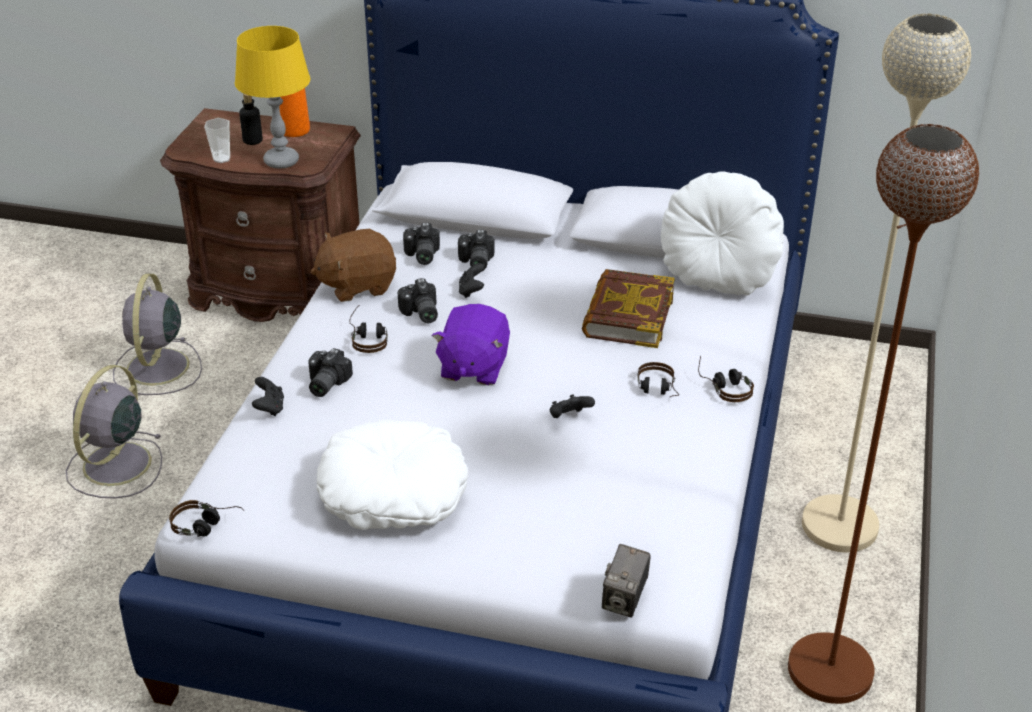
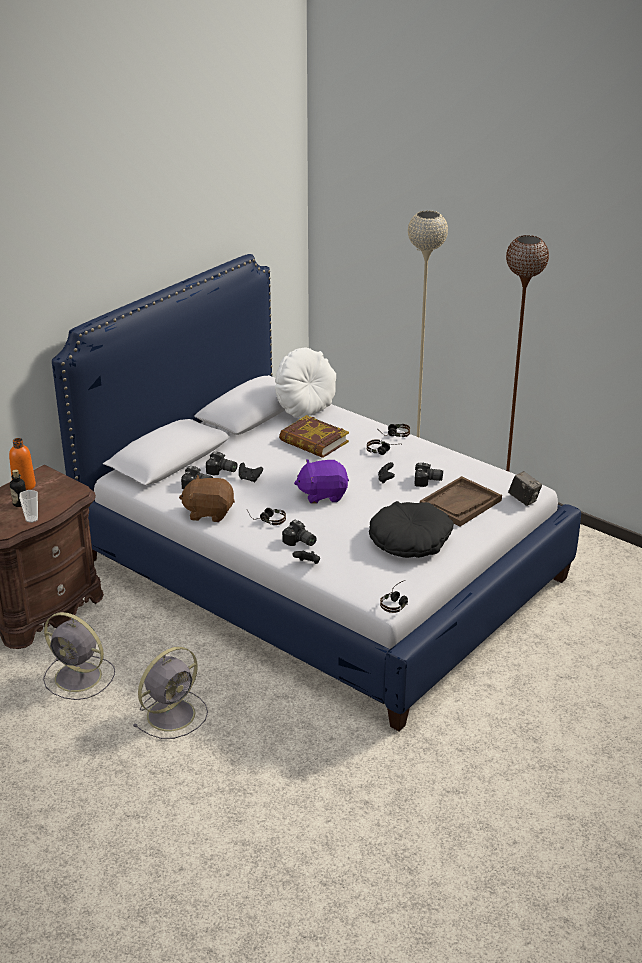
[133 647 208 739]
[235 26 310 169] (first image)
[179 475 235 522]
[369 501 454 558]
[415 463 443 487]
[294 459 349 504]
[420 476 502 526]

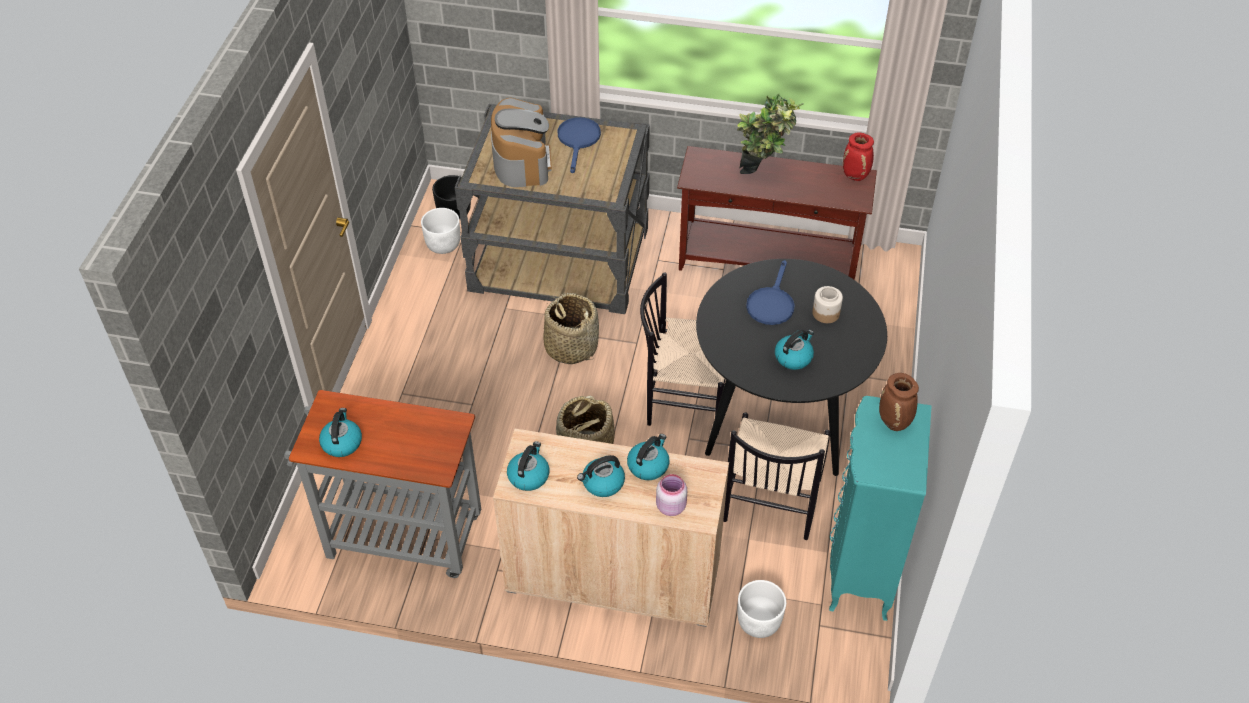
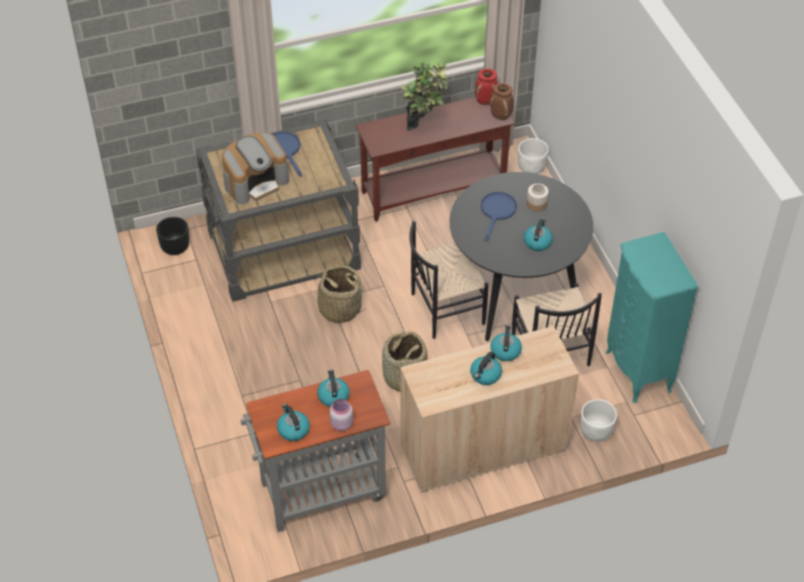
[518 138 549 174]
[222 132 289 204]
[317 369 350 407]
[329 399 353 431]
[481 192 517 241]
[490 83 514 120]

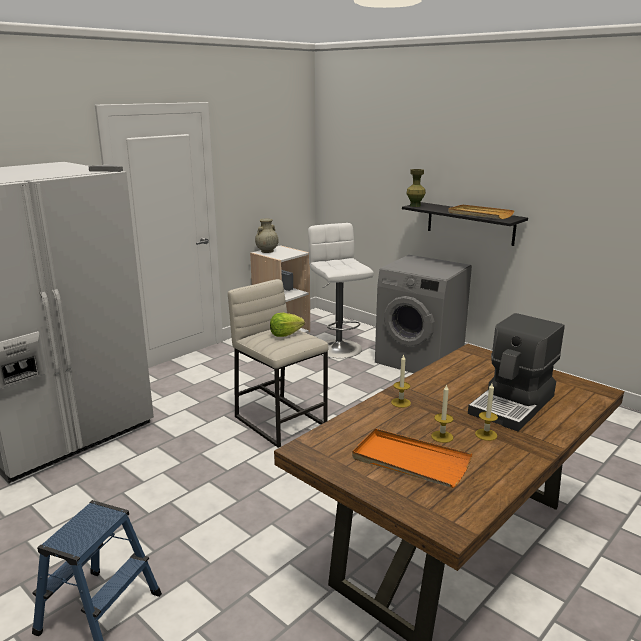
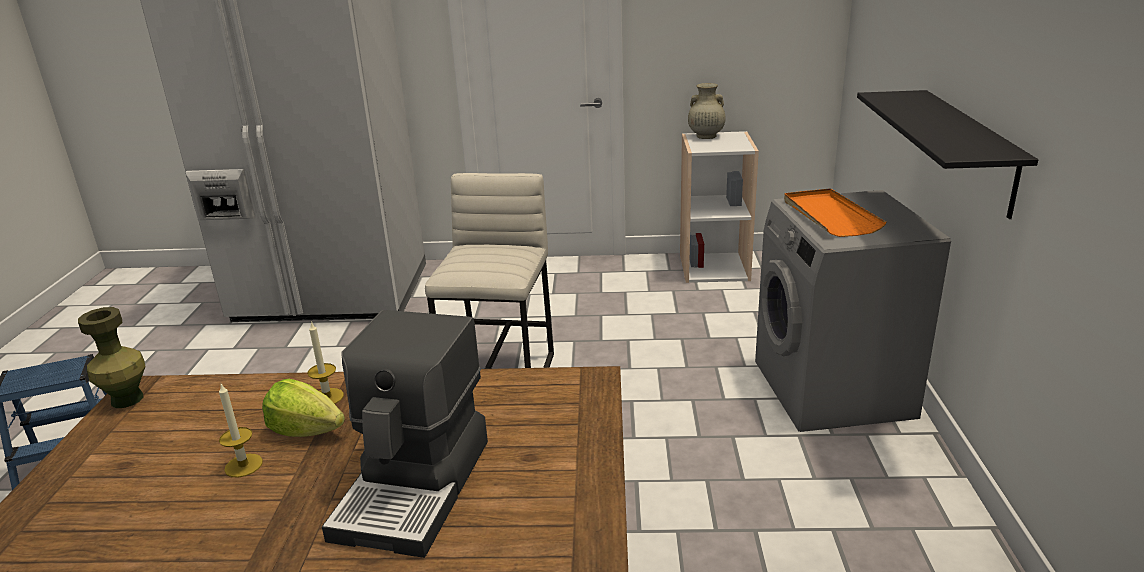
[262 379 345 437]
[308 223 374 358] (first image)
[784 188 887 237]
[78 307 145 408]
[448 205 515 219] (first image)
[322 310 488 558]
[475 383 498 441] (first image)

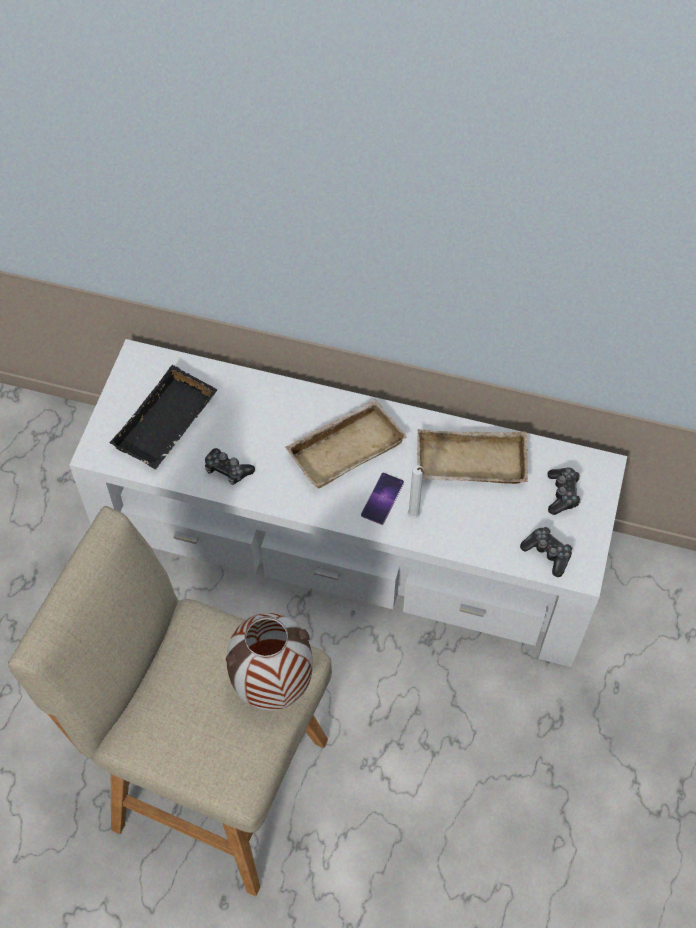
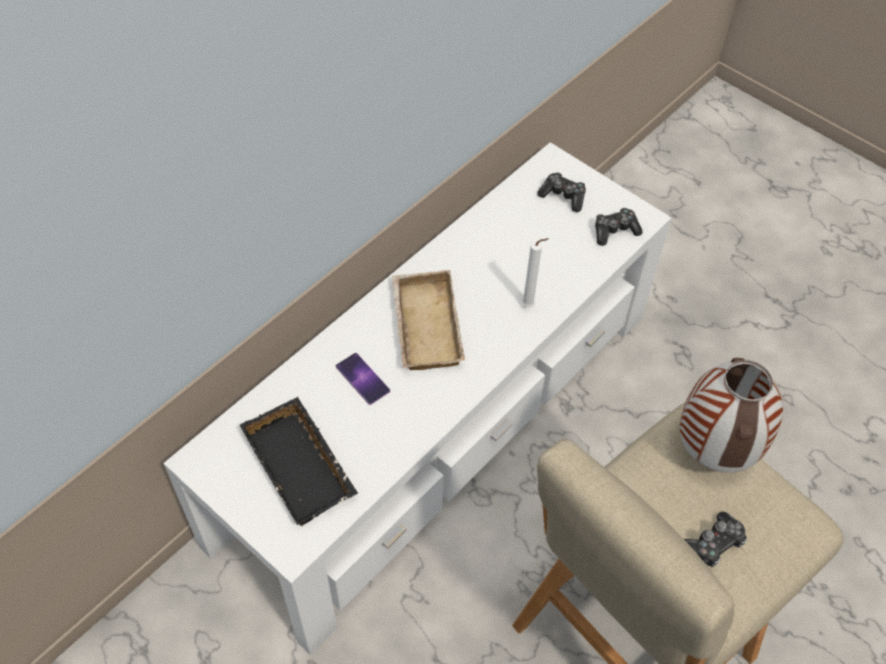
[684 511 747 567]
[336 353 390 405]
[417 429 528 484] (first image)

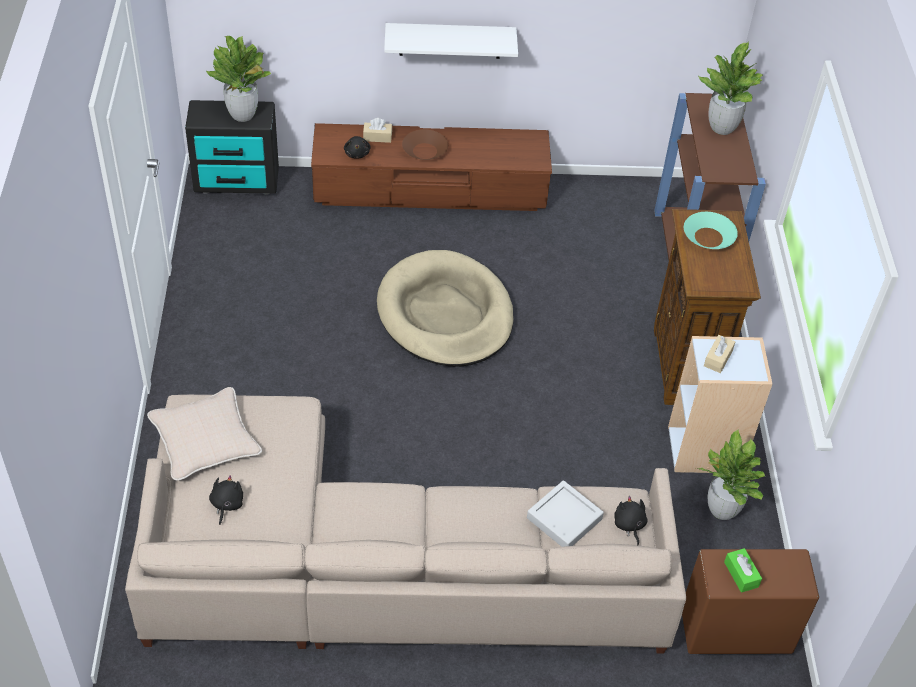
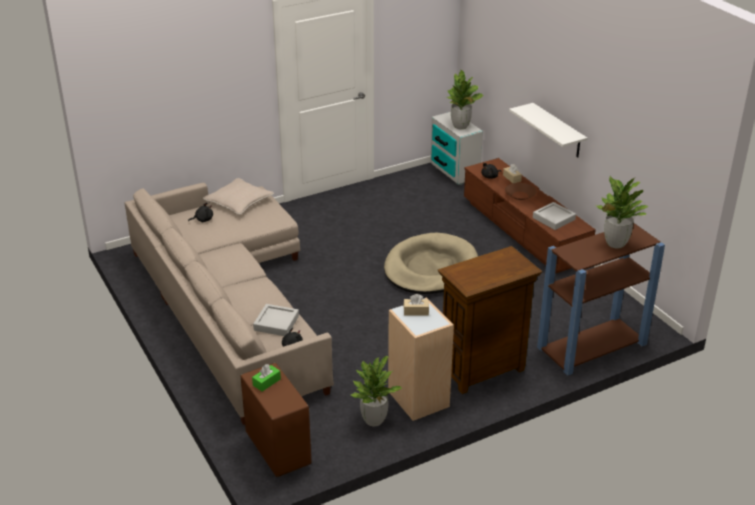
[431 112 483 185]
[684 212 738 249] (first image)
[533 202 576 230]

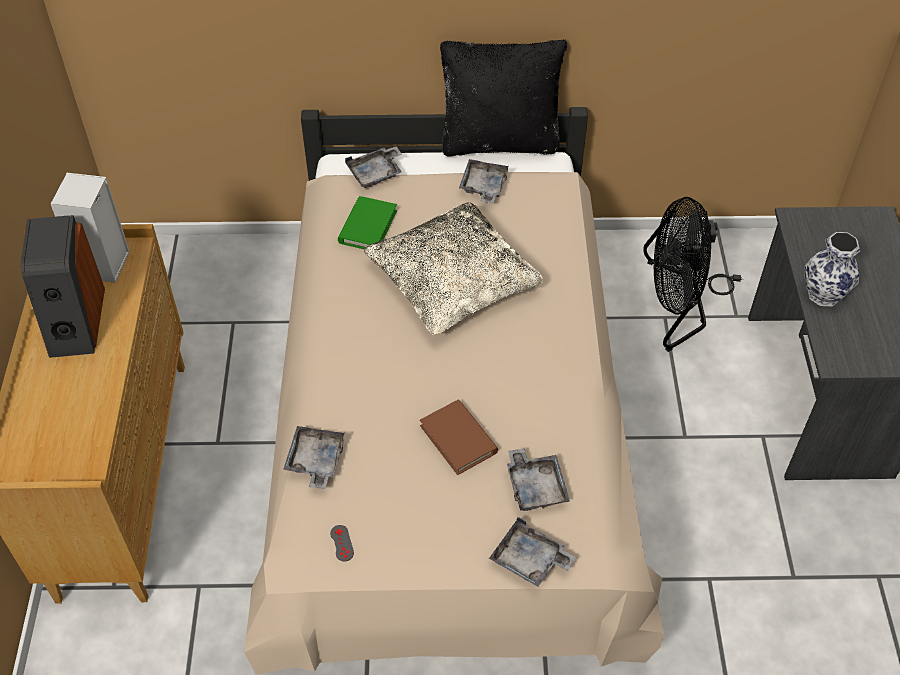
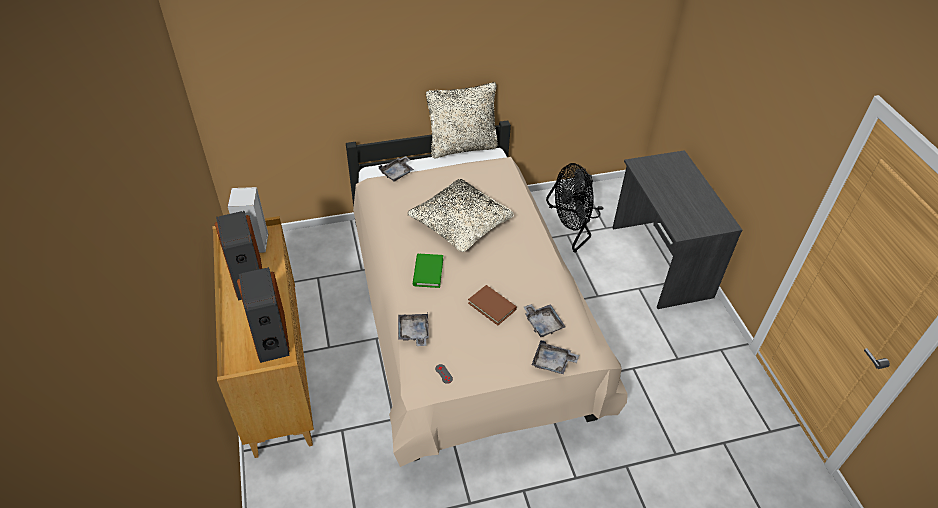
[413 254 443 288]
[426 82 498 158]
[459 159 509 203] (first image)
[804 232 860 306] (first image)
[237 267 290 363]

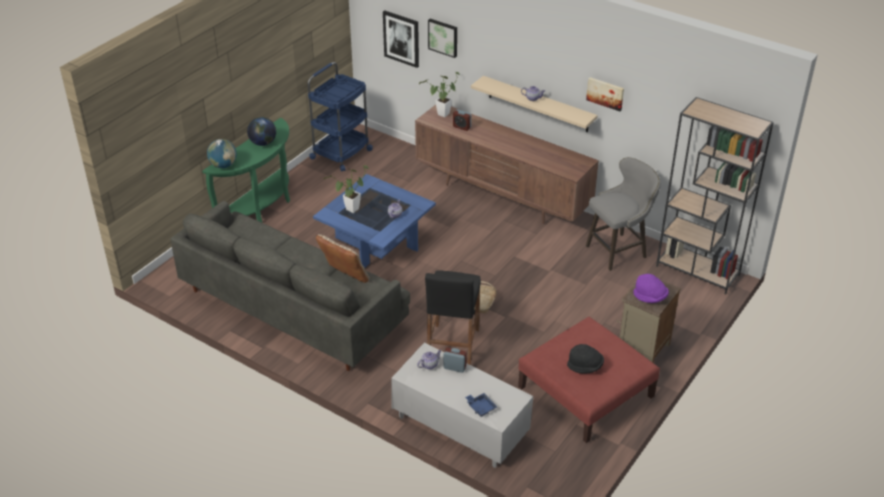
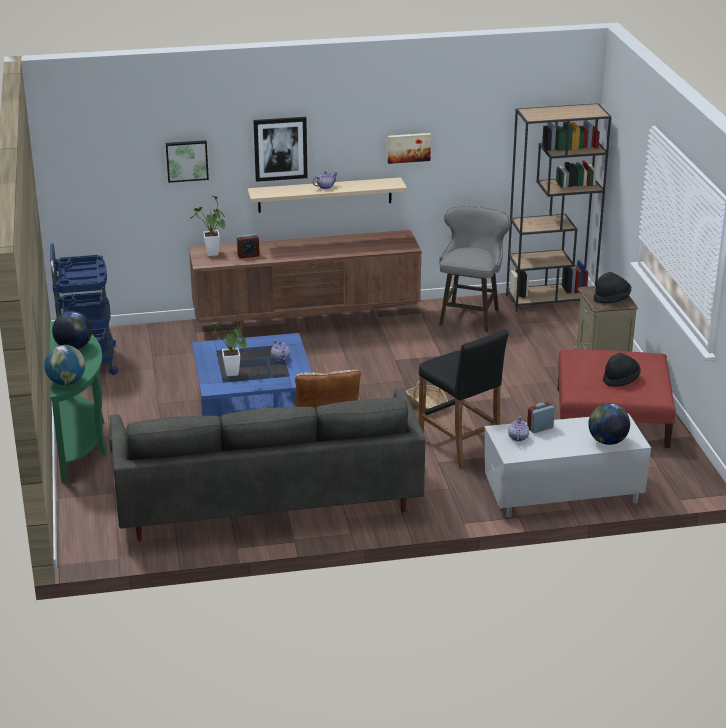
[253 117 308 182]
[588 404 630 445]
[593 272 631 303]

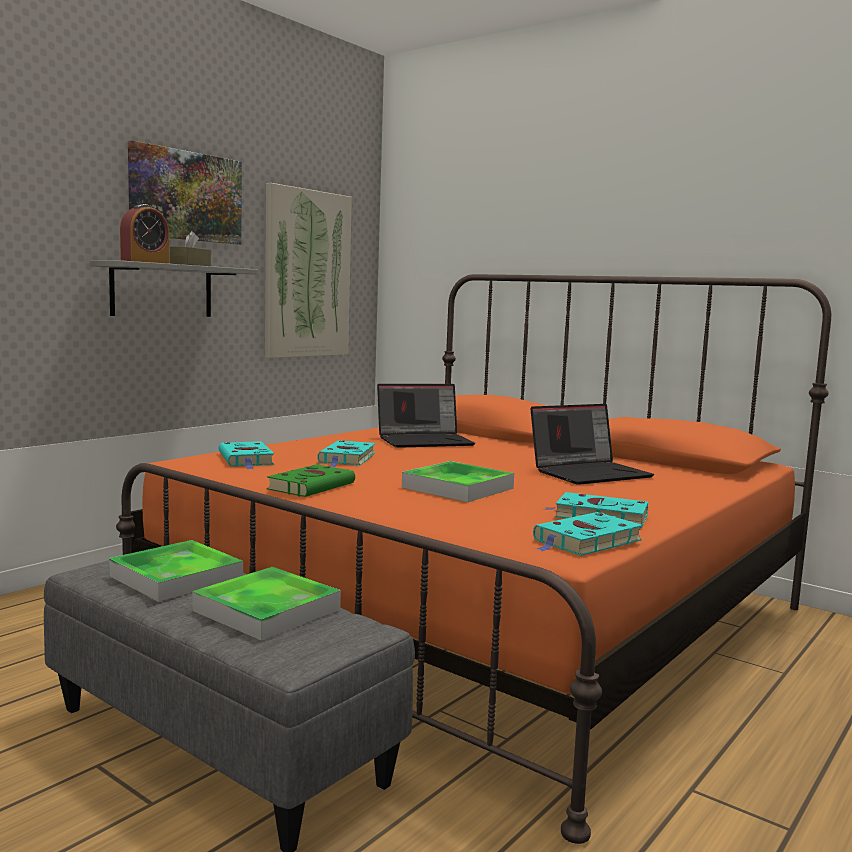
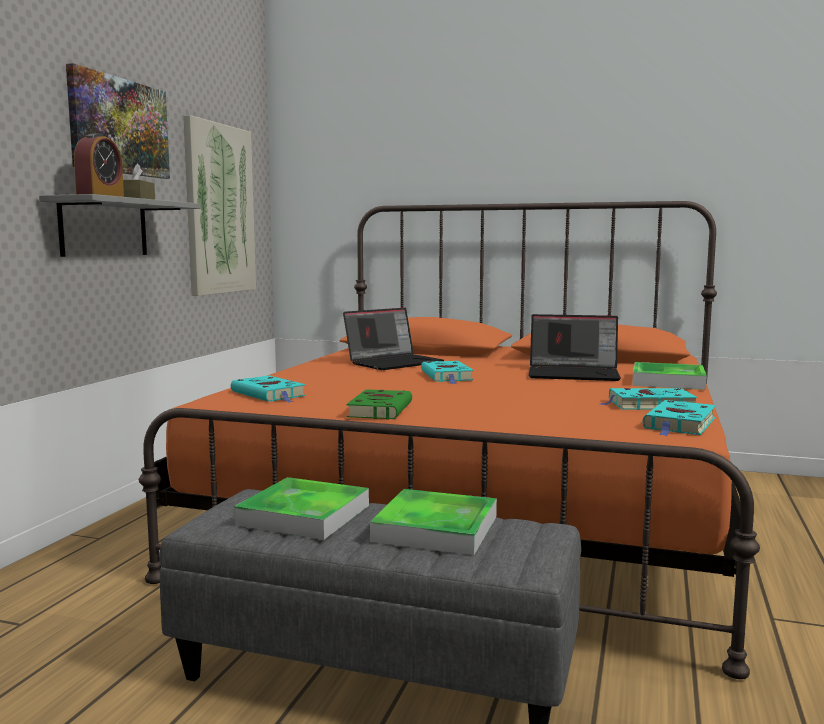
[421 361 474 384]
[632 362 707 390]
[528 314 621 381]

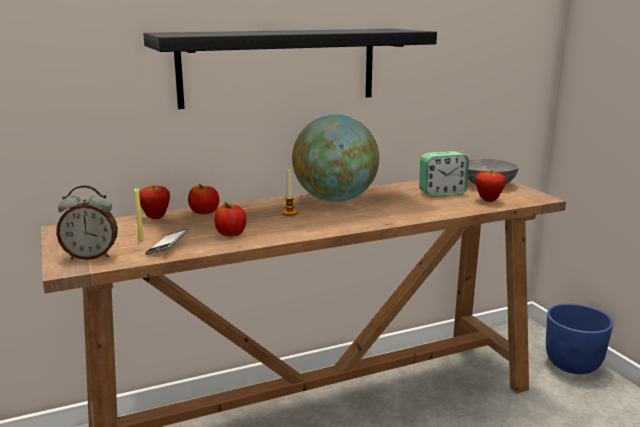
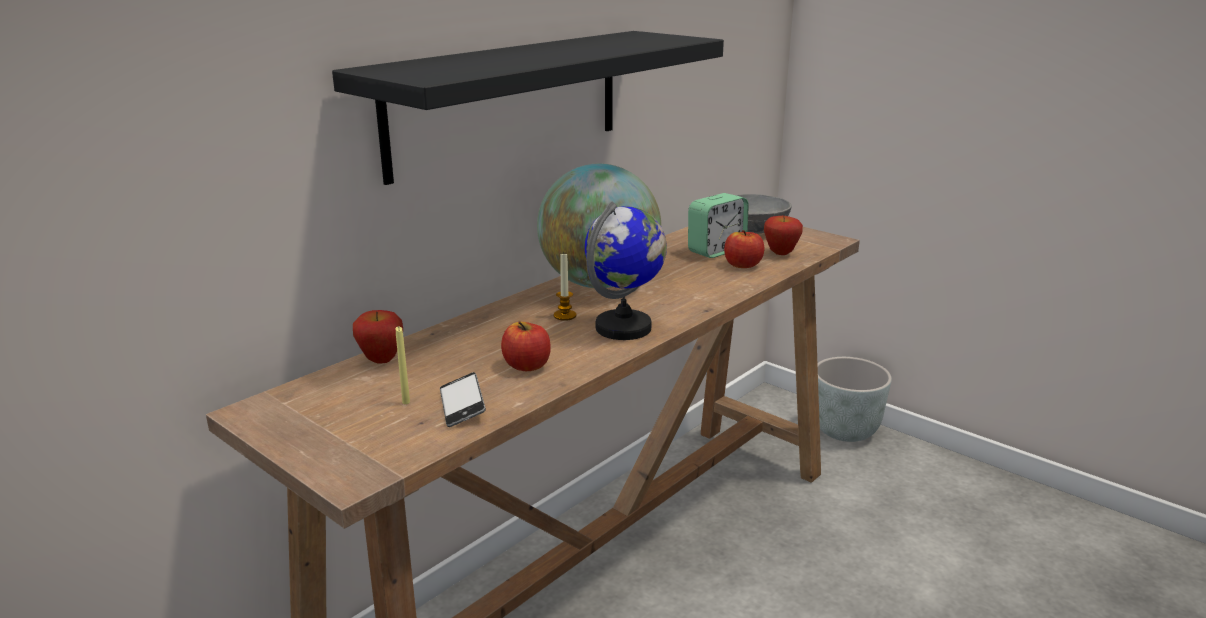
[56 185 118 260] (first image)
[724 230 765 268]
[817 357 892 442]
[585 201 667 340]

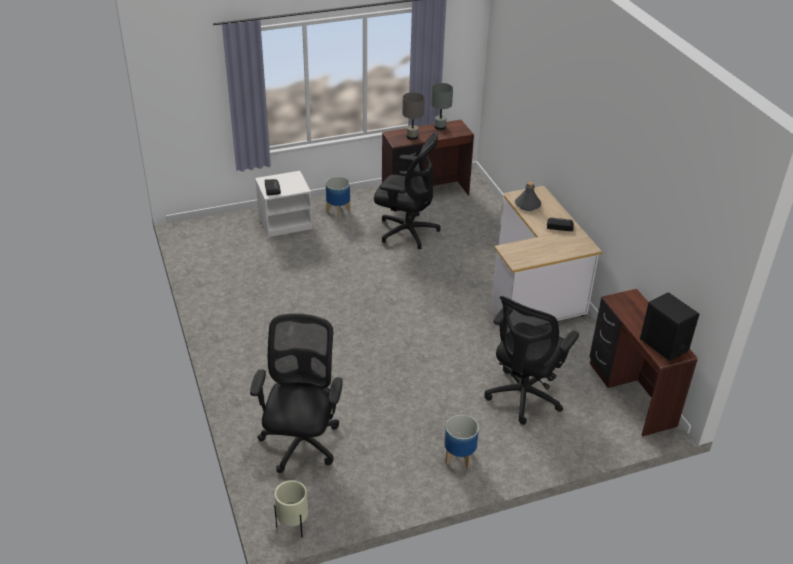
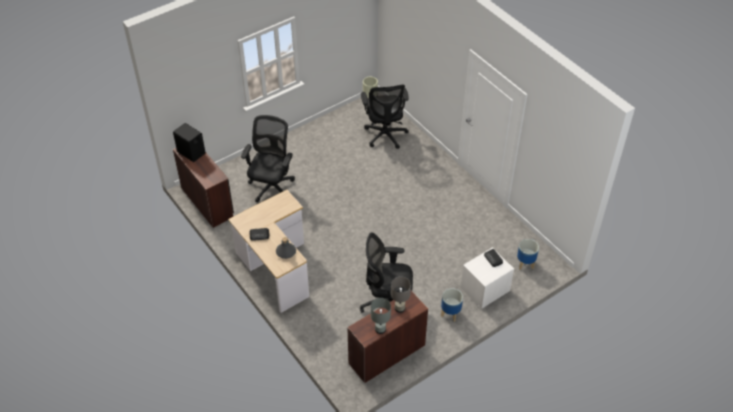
[517 239 539 269]

